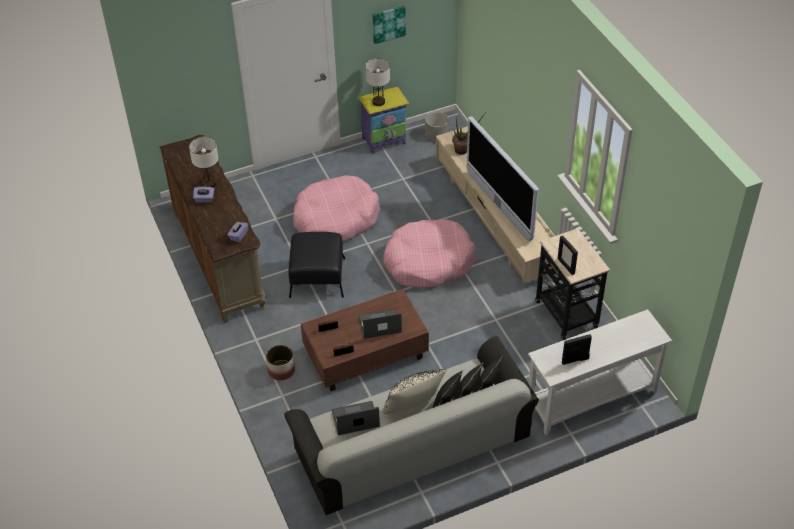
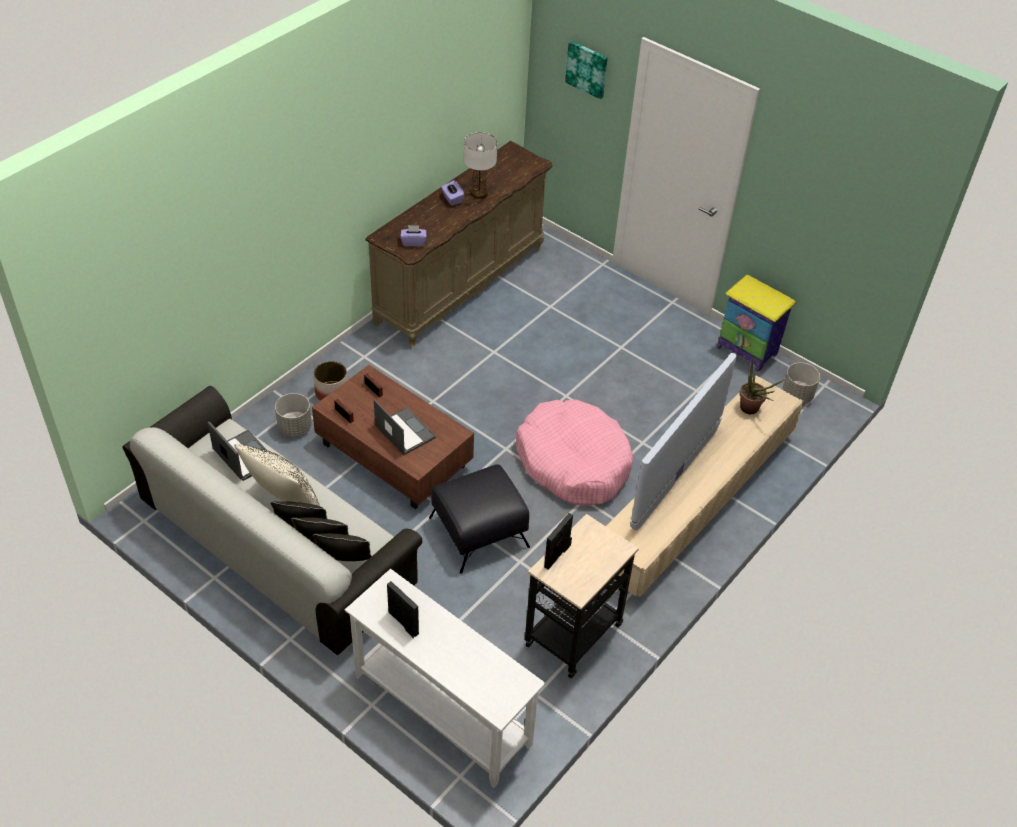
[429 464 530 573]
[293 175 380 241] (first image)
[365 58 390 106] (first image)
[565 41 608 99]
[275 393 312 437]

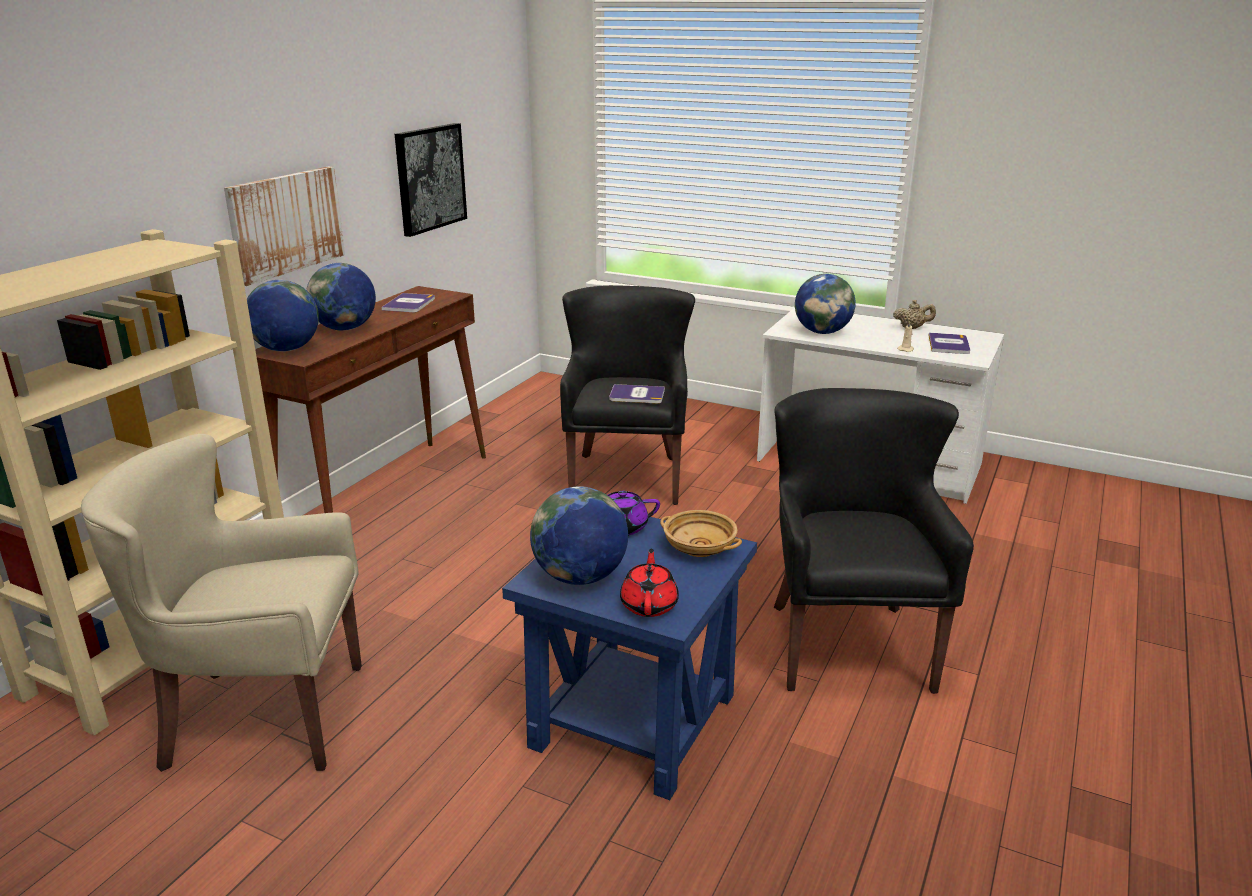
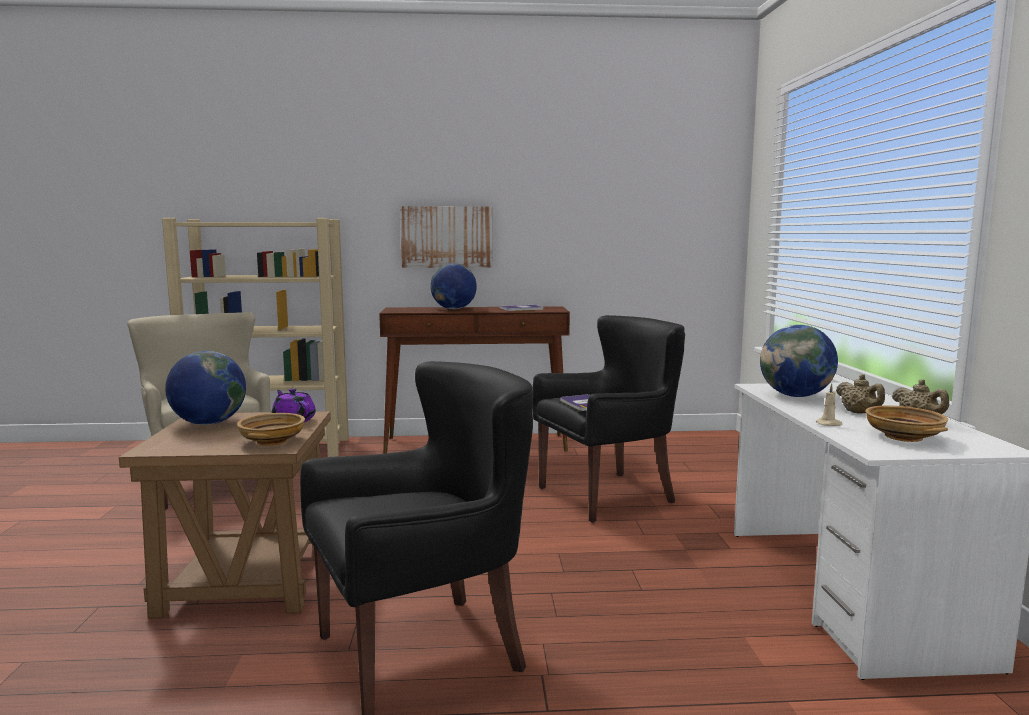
[247 280 319 352] (first image)
[395 123 467 237] (first image)
[119 411 331 618]
[620 549 679 617] (first image)
[865 406 948 442]
[836 374 885 413]

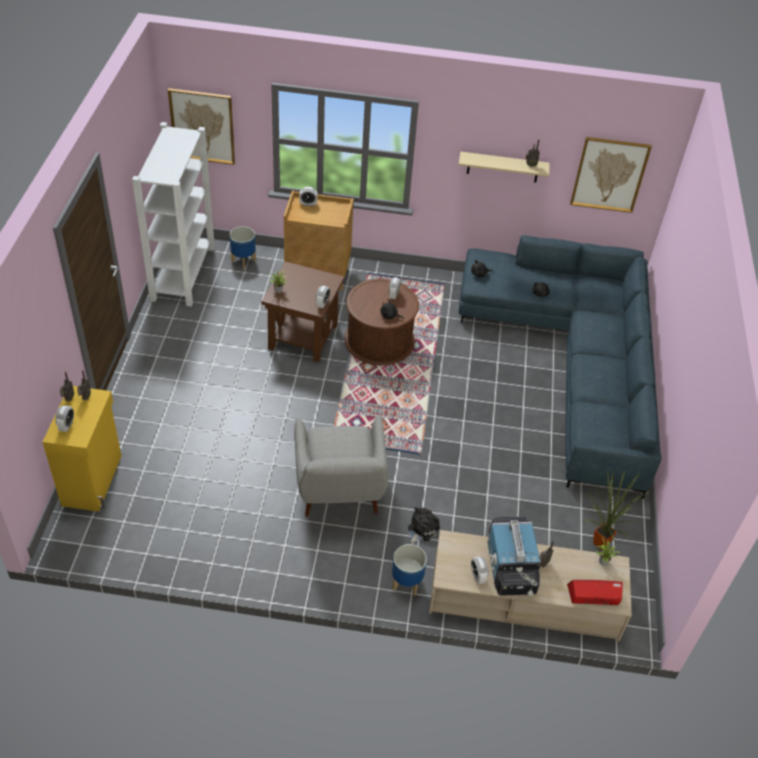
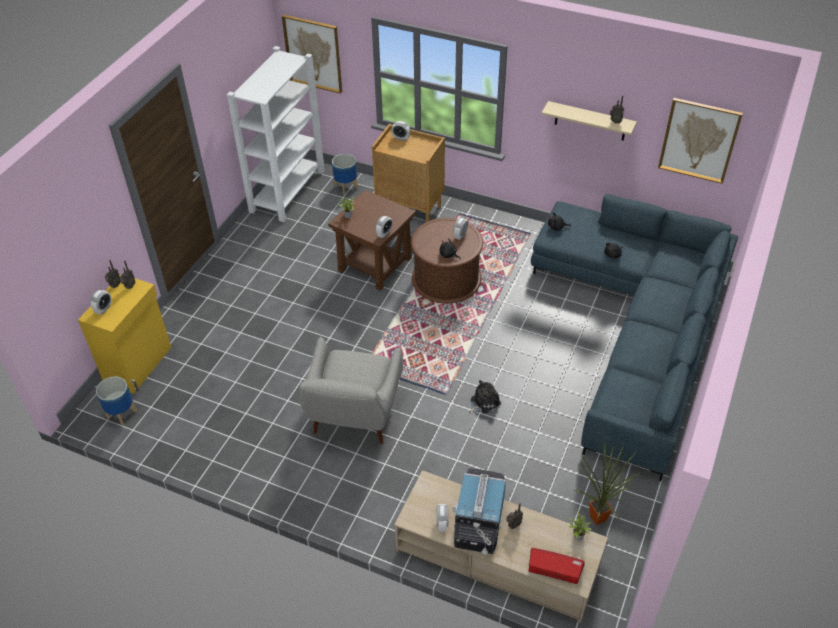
[96 376 137 425]
[469 380 501 414]

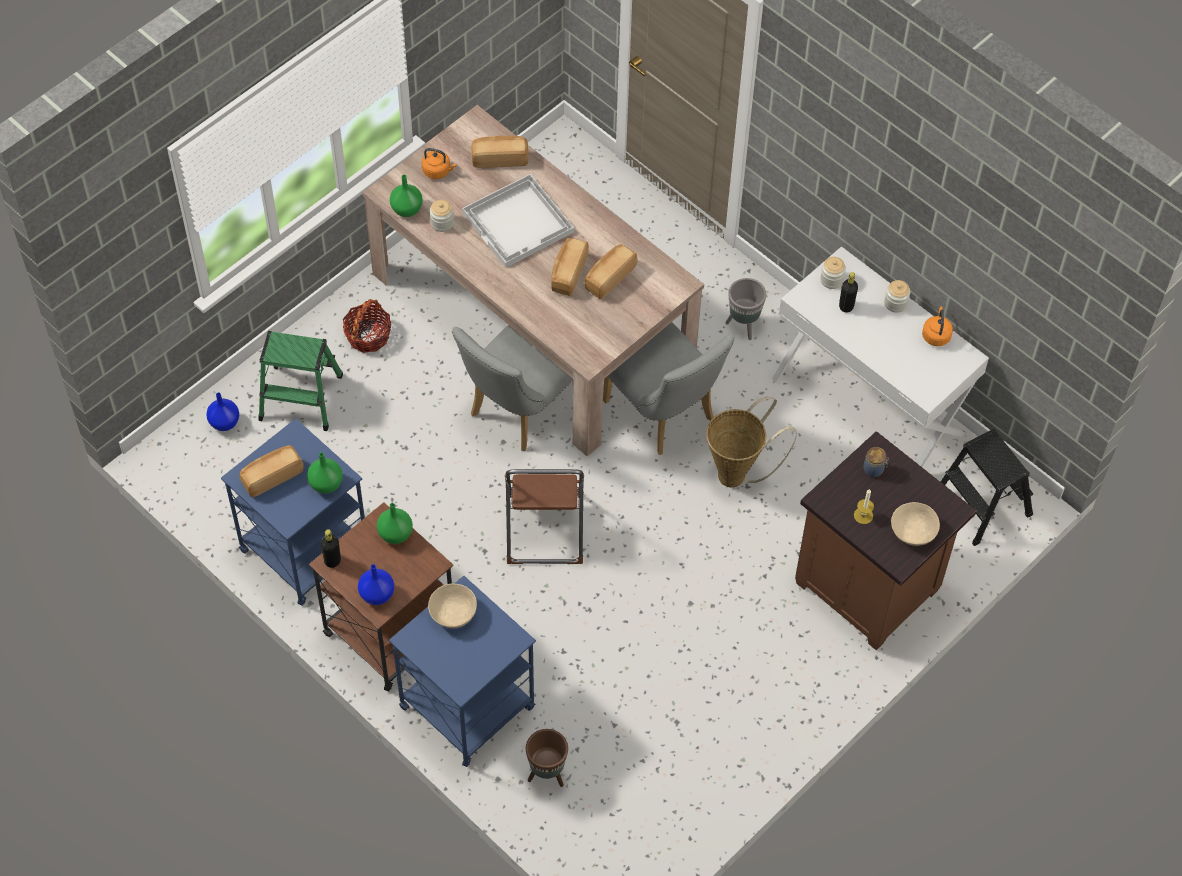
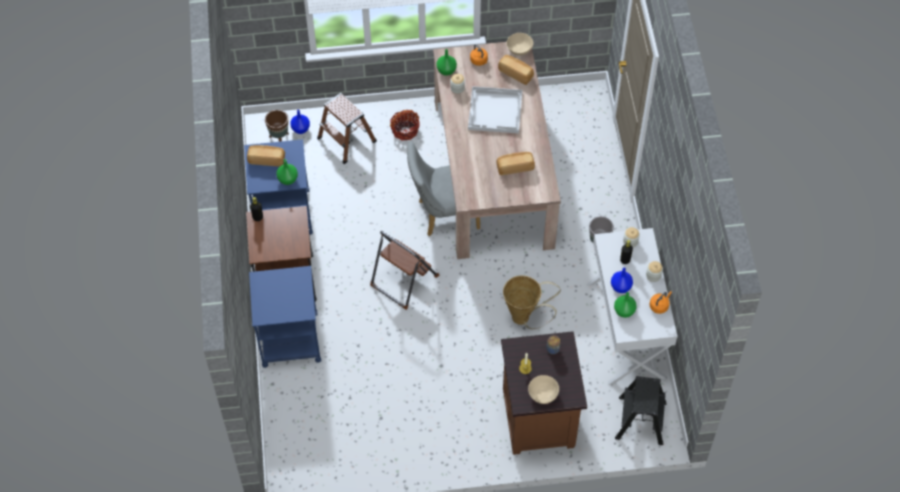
[317 93 377 164]
[611 268 633 293]
[614 292 637 318]
[506 33 533 56]
[265 110 289 142]
[551 238 589 296] (first image)
[603 322 735 455] (first image)

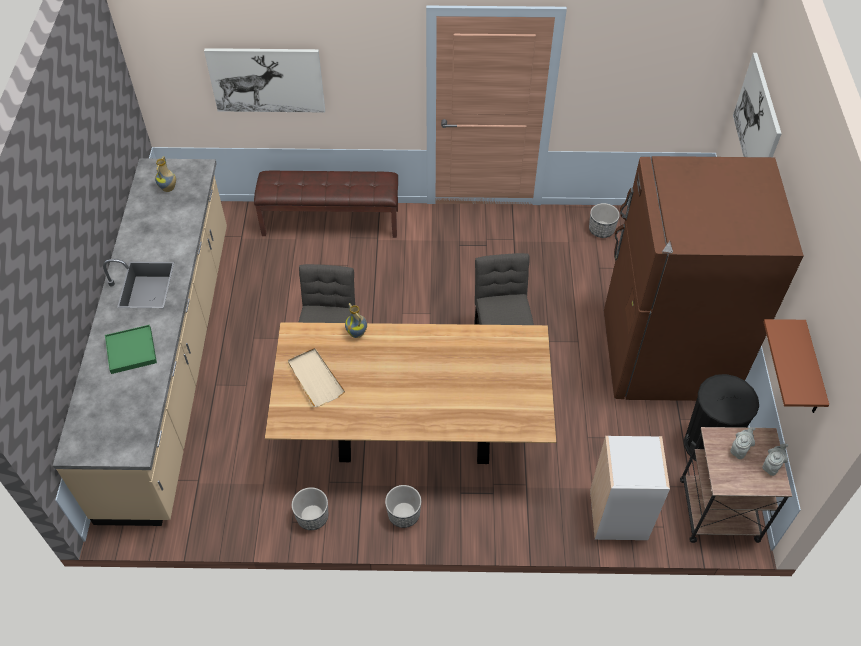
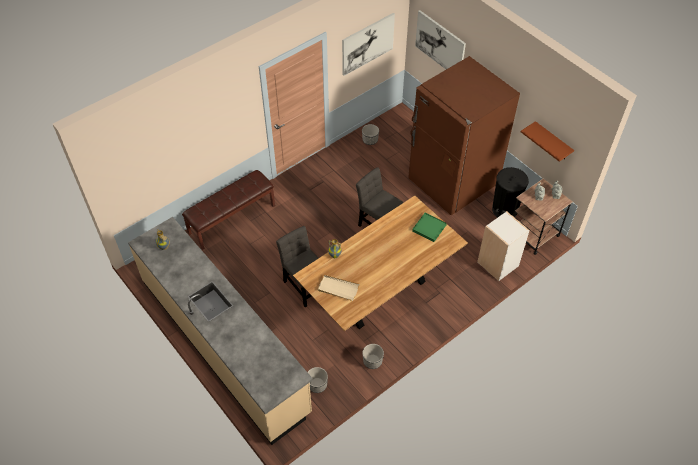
[412 213 447 242]
[342 13 395 76]
[308 367 328 393]

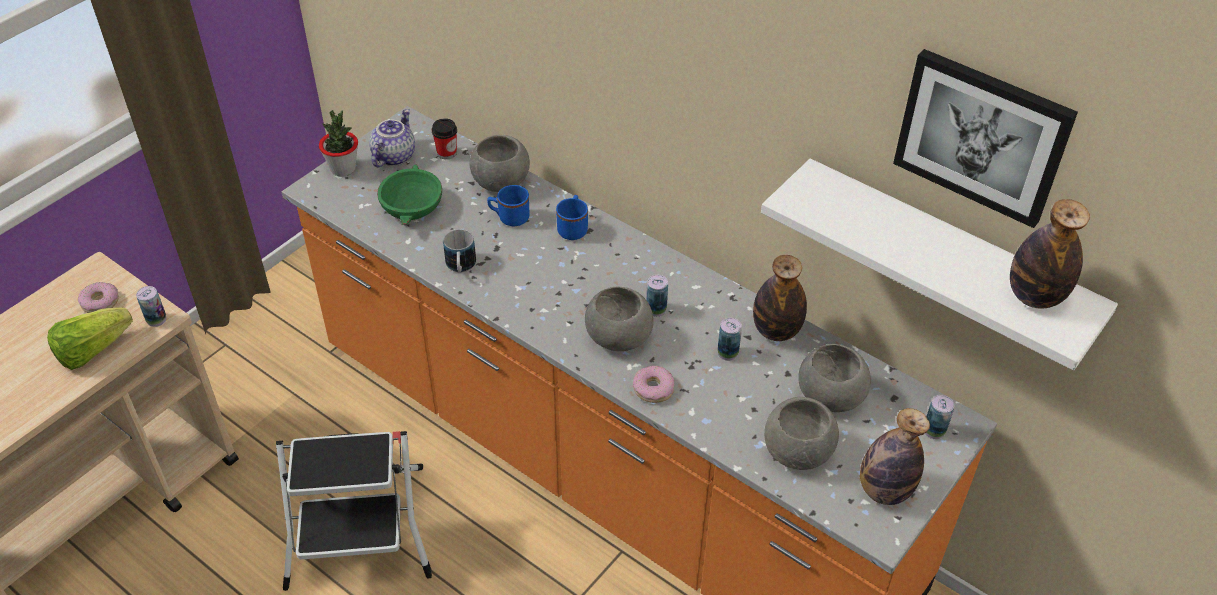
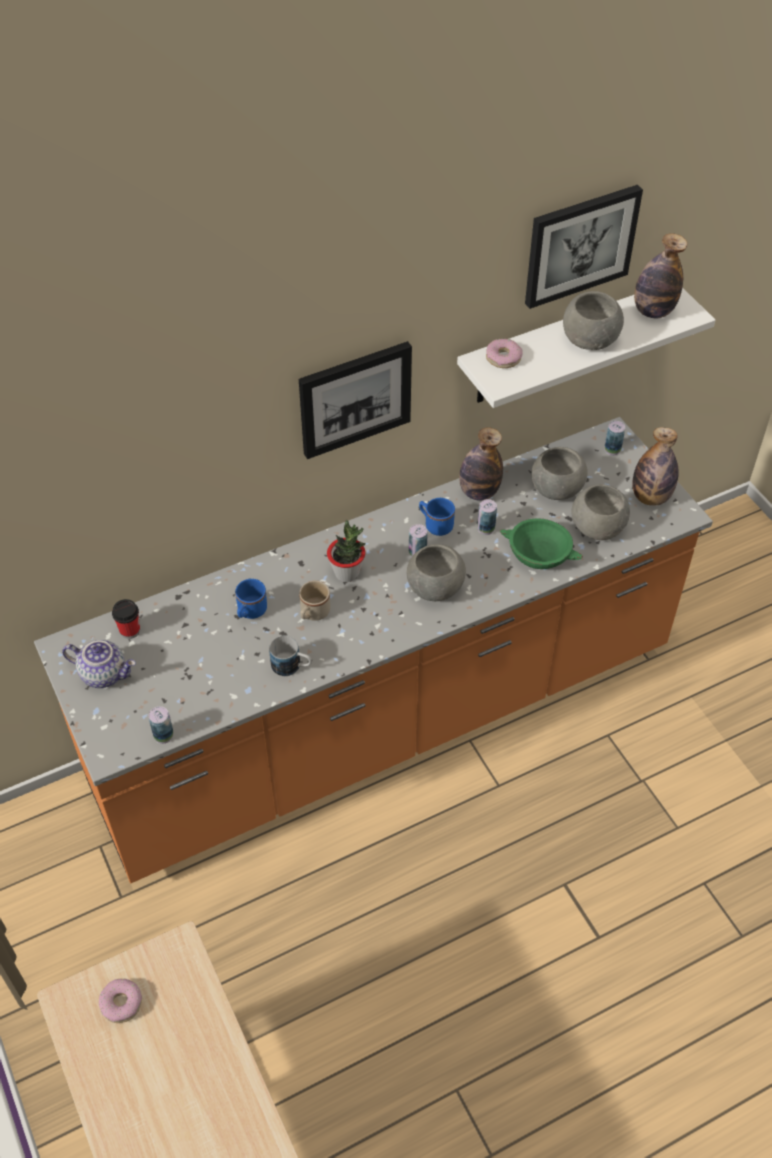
[47 307 133 370] (first image)
[149 706 174 744]
[276 431 432 591] (first image)
[327 520 366 582]
[62 640 136 688]
[500 518 583 569]
[563 291 624 350]
[419 498 455 536]
[486 339 522 368]
[299 341 412 459]
[299 581 330 621]

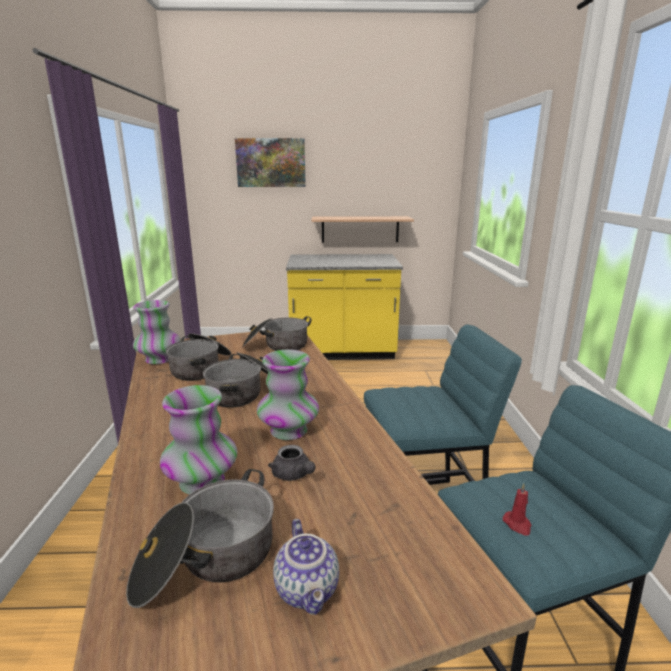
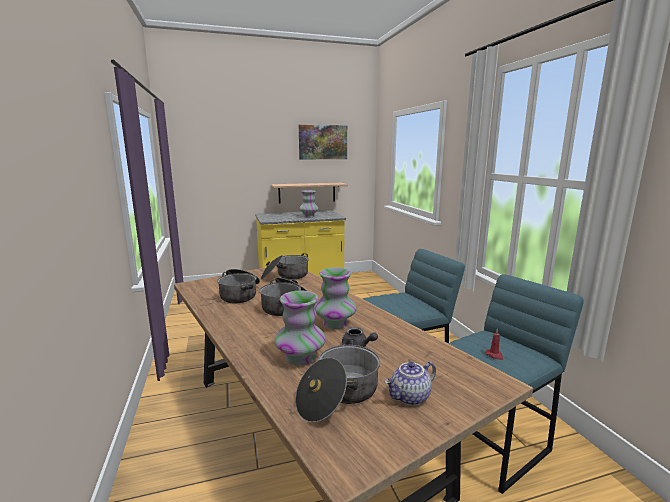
[299 190 319 218]
[299 125 347 159]
[385 362 436 406]

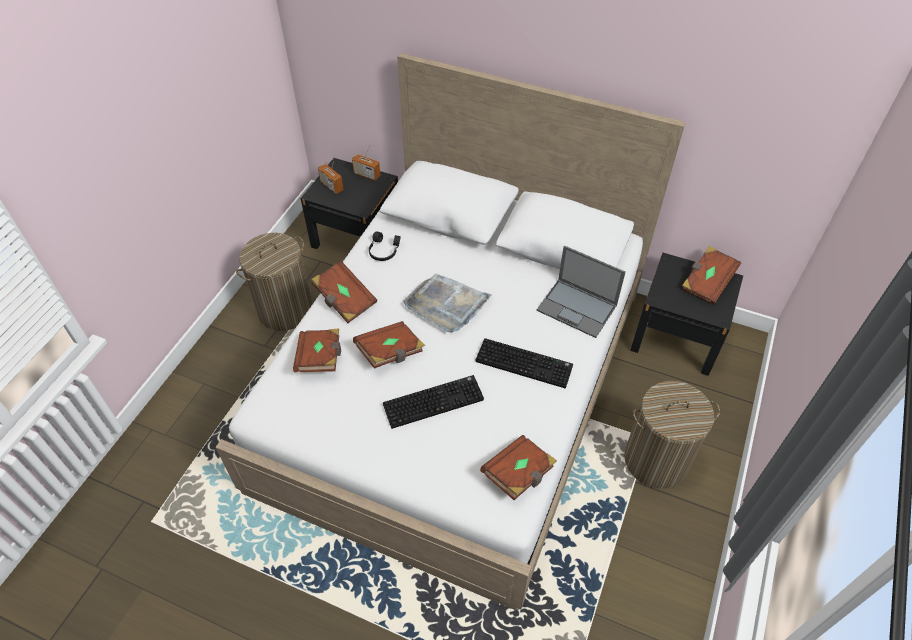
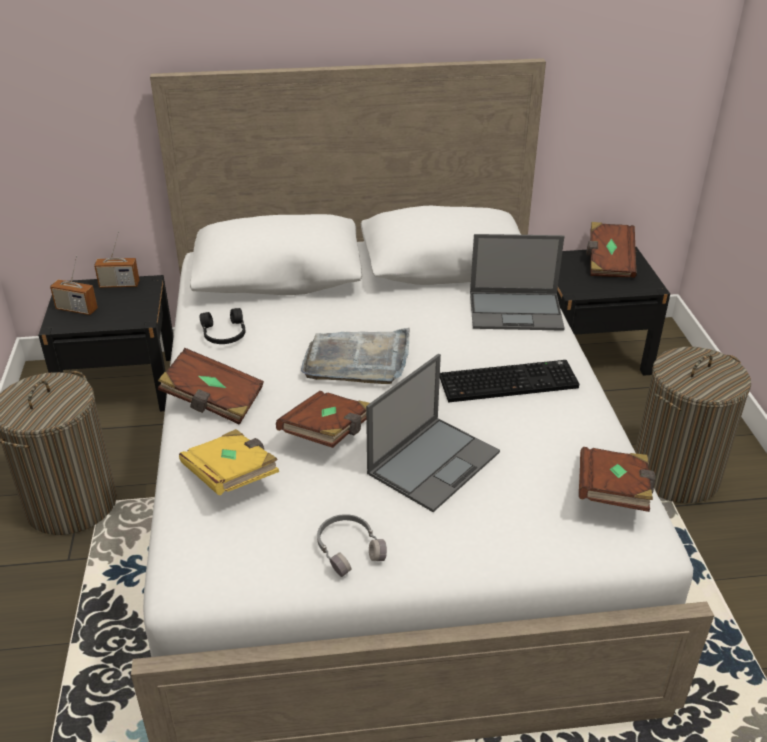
[179 429 279 496]
[366 354 500 512]
[317 514 387 577]

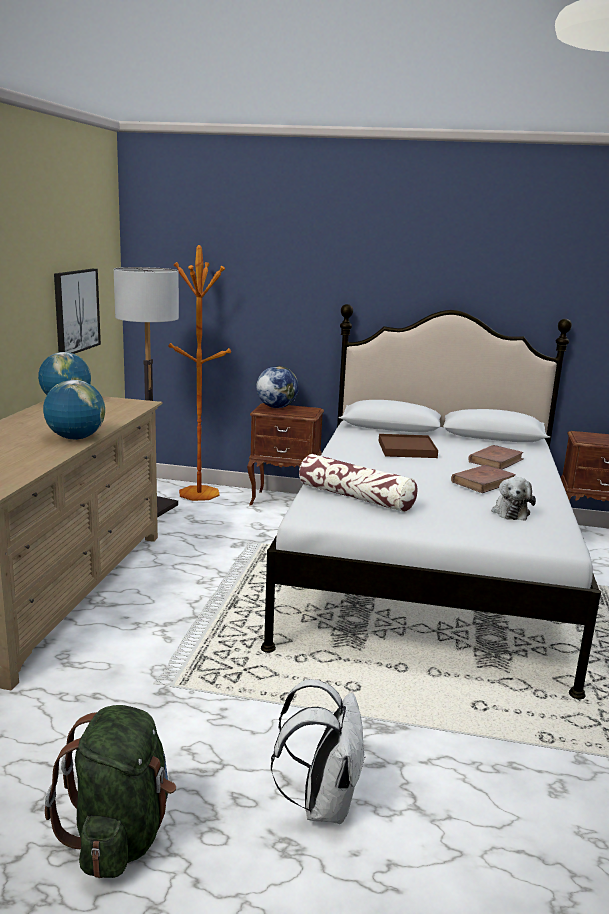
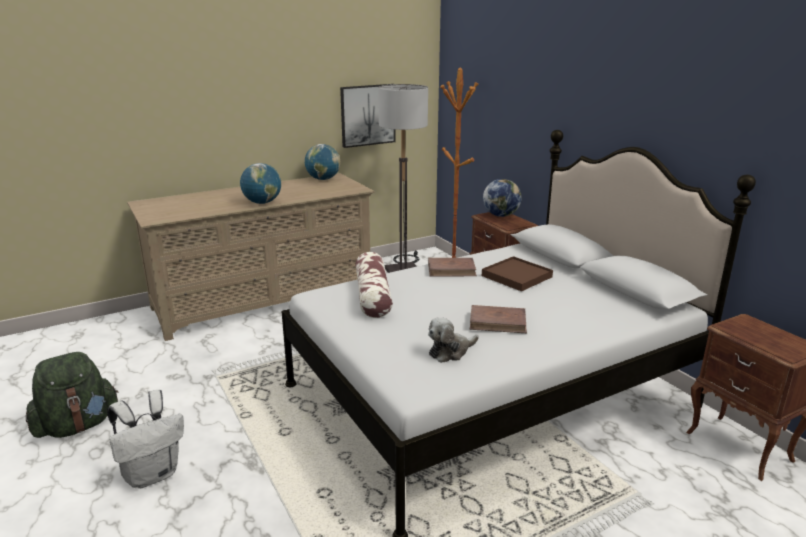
[428 258 477 277]

